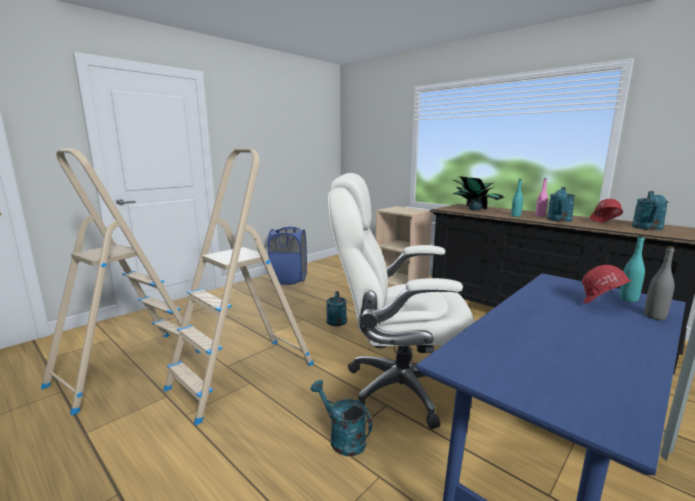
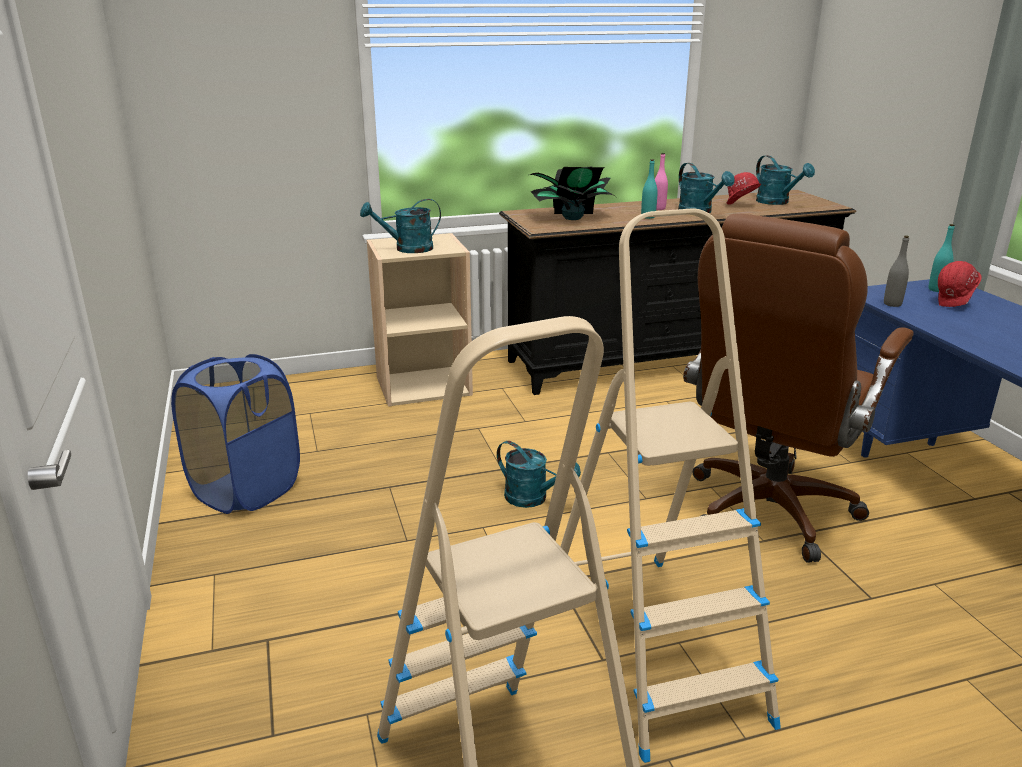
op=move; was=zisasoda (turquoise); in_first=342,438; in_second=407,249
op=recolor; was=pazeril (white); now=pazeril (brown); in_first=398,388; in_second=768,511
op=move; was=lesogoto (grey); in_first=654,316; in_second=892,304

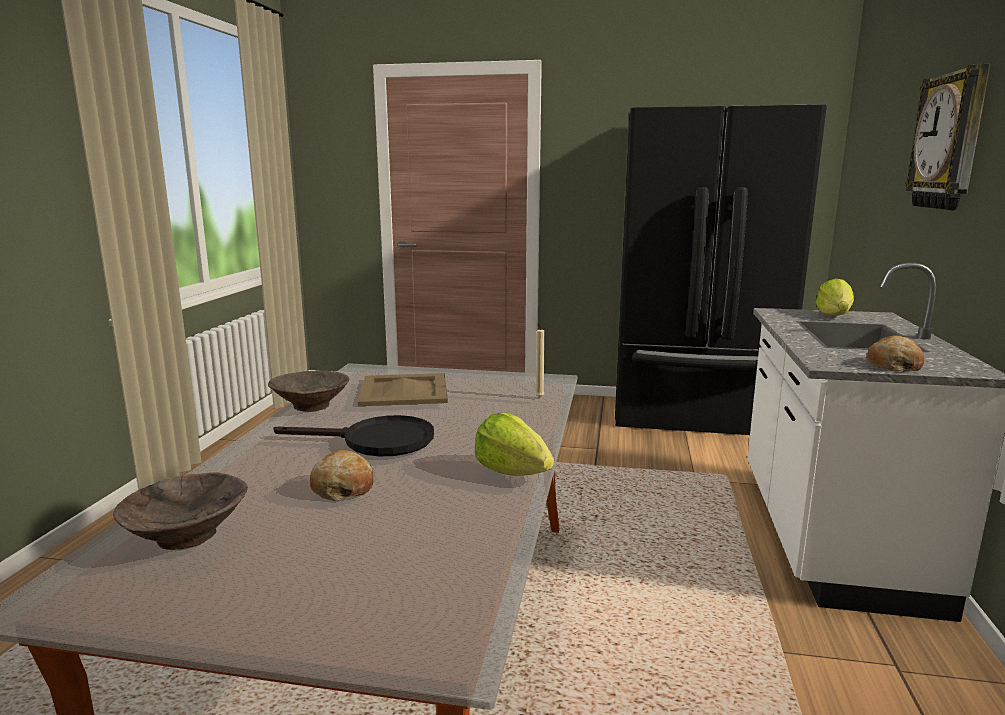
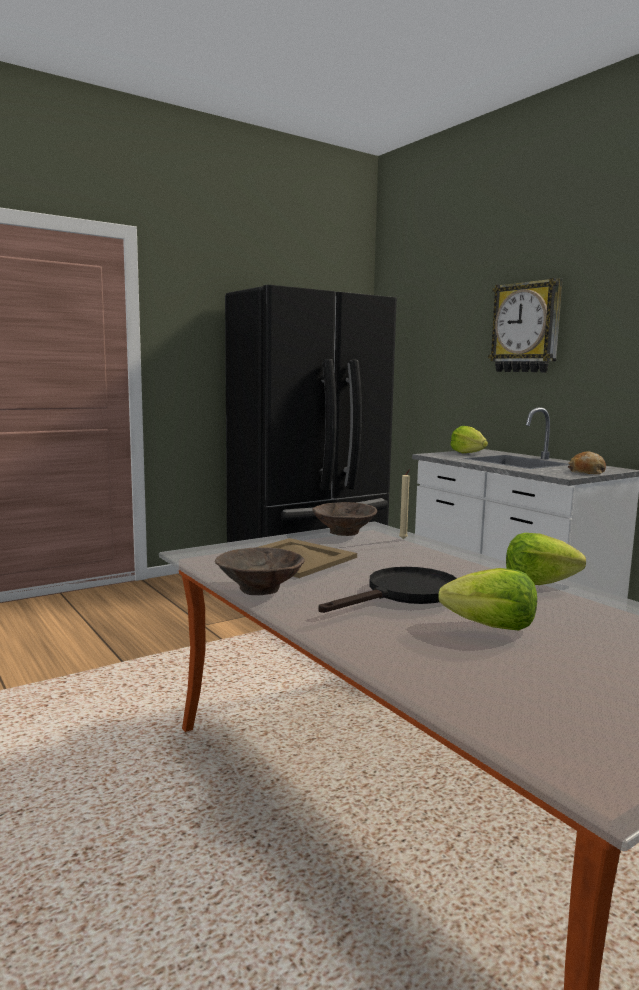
op=move; was=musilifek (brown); in_first=188,535; in_second=344,532
op=replace; was=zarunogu; now=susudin; in_first=342,487; in_second=491,626

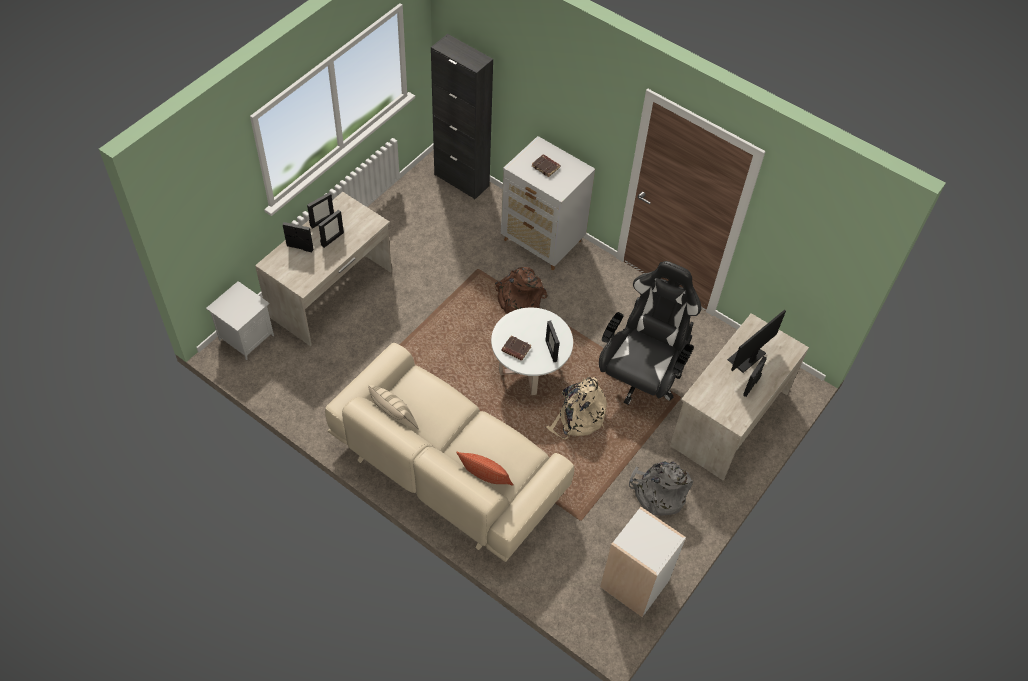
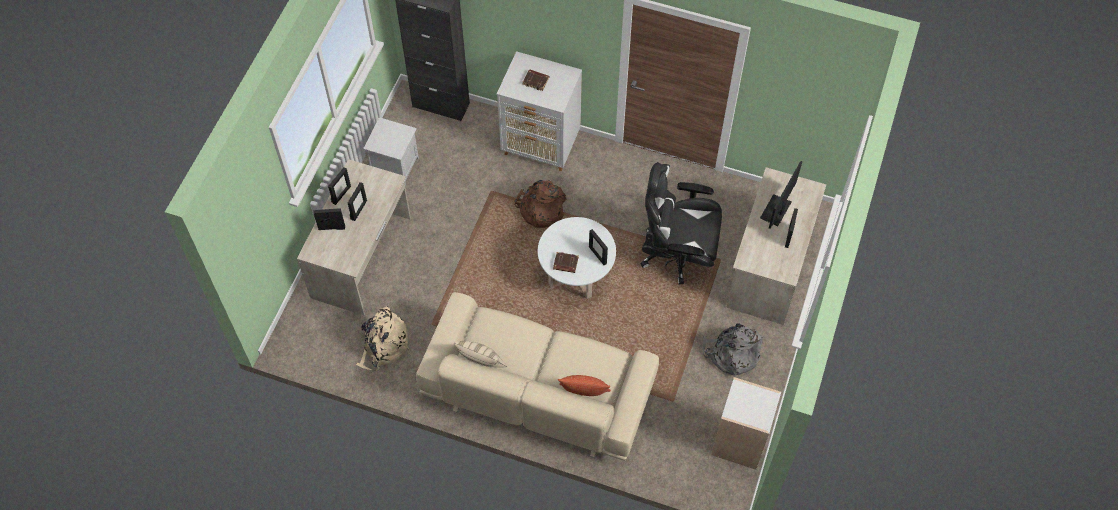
op=move; was=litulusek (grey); in_first=246,336; in_second=395,166
op=move; was=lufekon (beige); in_first=577,417; in_second=383,346
op=rotate; was=pazeril (black); in_first=640,379; in_second=679,253; clockwise=-90

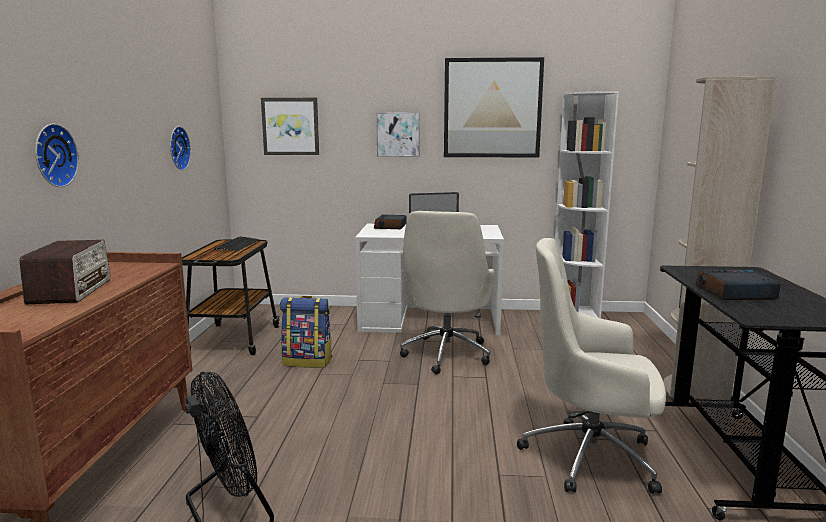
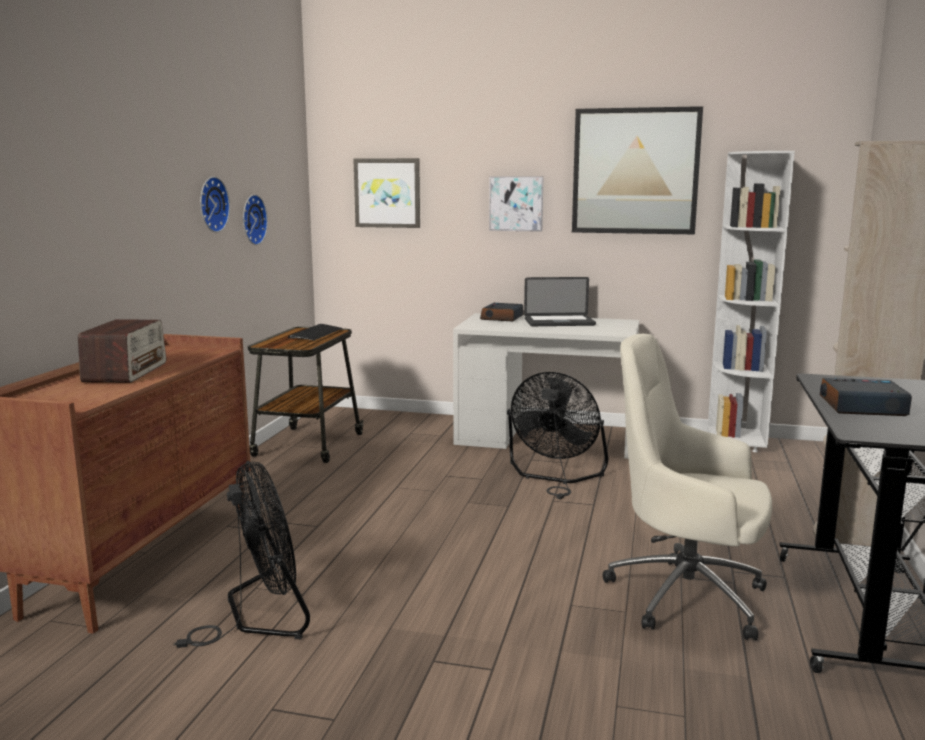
op=move; was=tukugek; in_first=52,155; in_second=211,204
op=delete; was=lufekon; in_first=308,361
op=replace; was=pazeril (beige); now=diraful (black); in_first=446,354; in_second=553,476

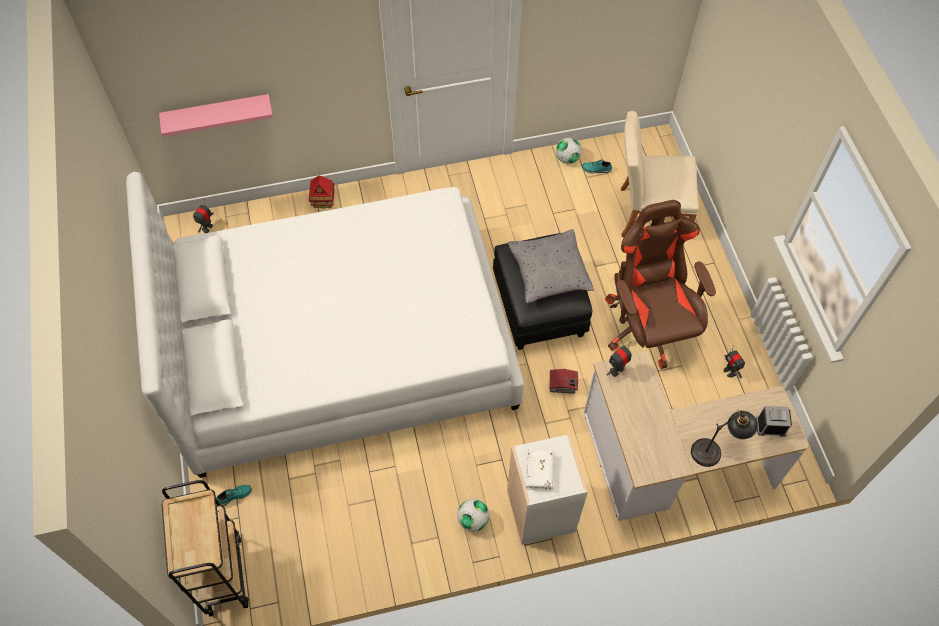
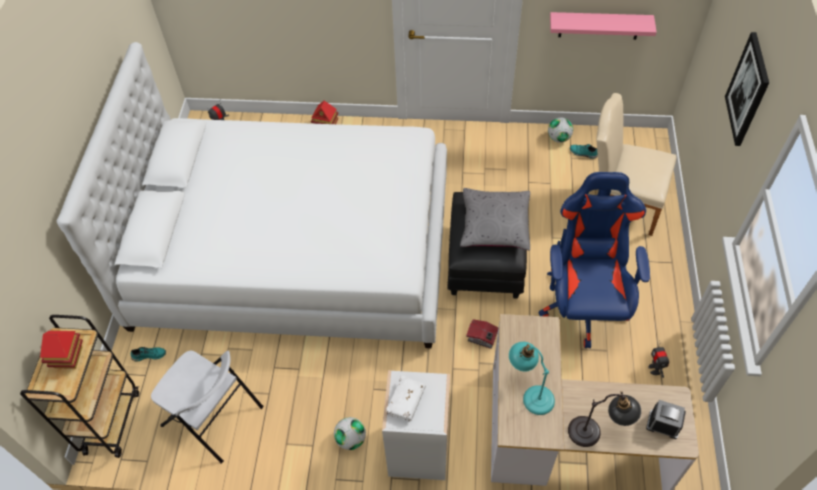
op=move; was=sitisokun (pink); in_first=217,114; in_second=599,25
op=recolor; was=pazeril (brown); now=pazeril (blue); in_first=648,332; in_second=583,311
op=delete; was=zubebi; in_first=617,370
op=insert; now=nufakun; in_second=68,357
op=insert; now=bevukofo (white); in_second=212,416
op=insert; now=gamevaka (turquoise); in_second=529,389
op=insert; now=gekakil; in_second=748,90

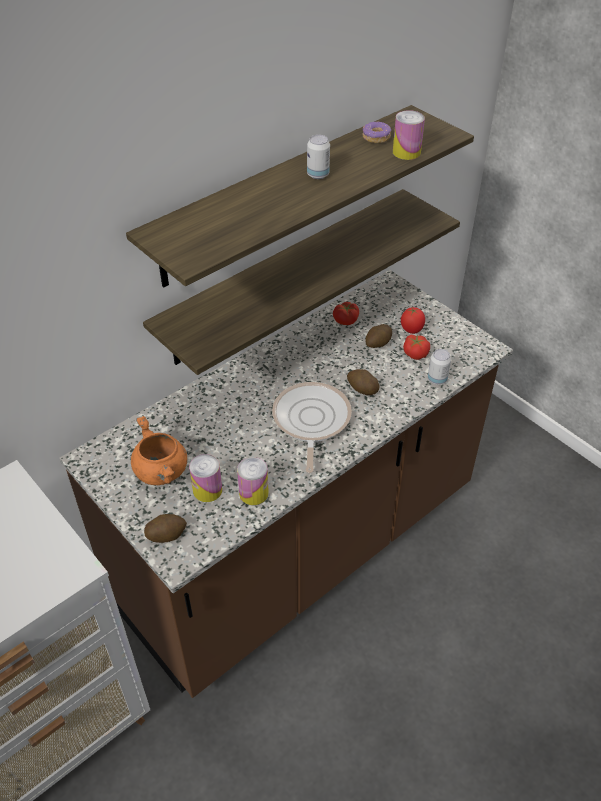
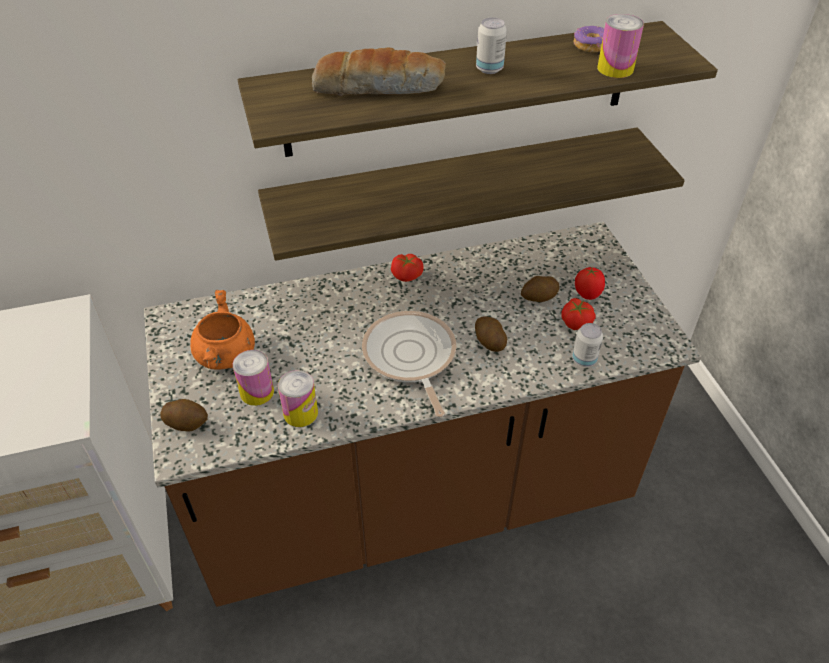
op=rotate; was=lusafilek; in_first=310,421; in_second=410,357; clockwise=-45
op=move; was=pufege; in_first=346,320; in_second=407,276
op=insert; now=zarunogu; in_second=379,87

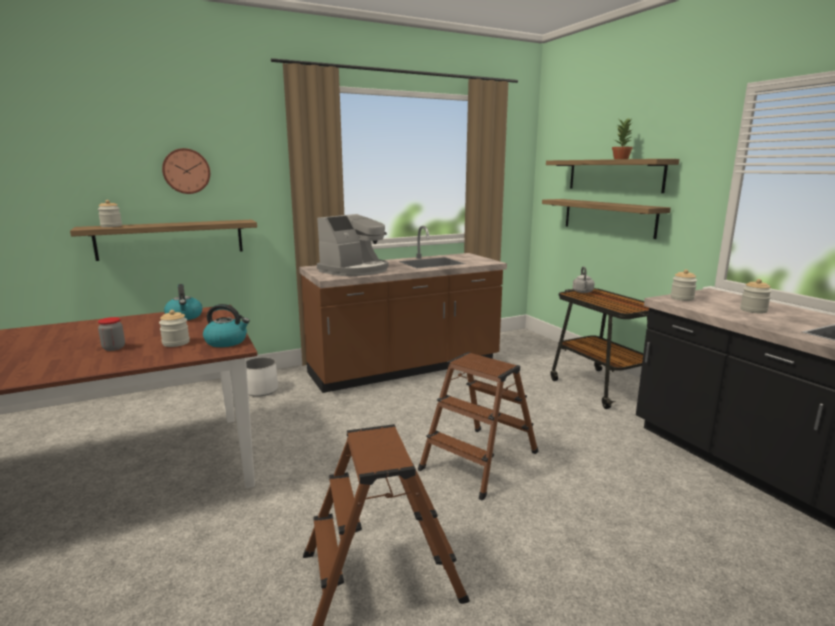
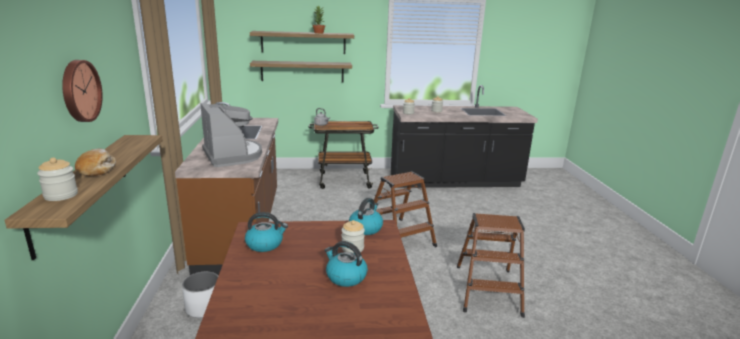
op=replace; was=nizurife; now=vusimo; in_first=114,348; in_second=345,277
op=insert; now=zarunogu; in_second=97,169

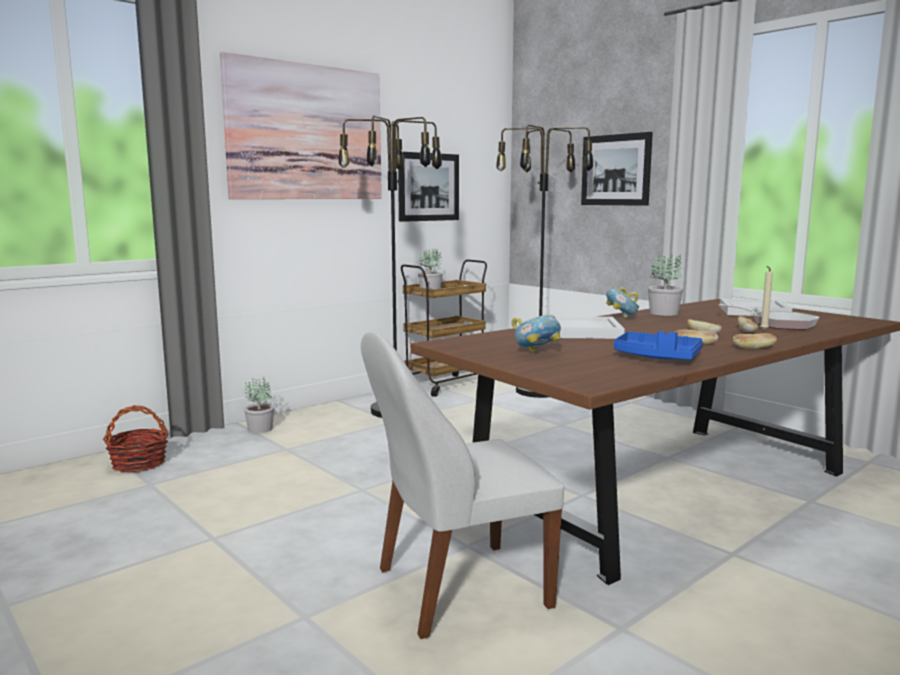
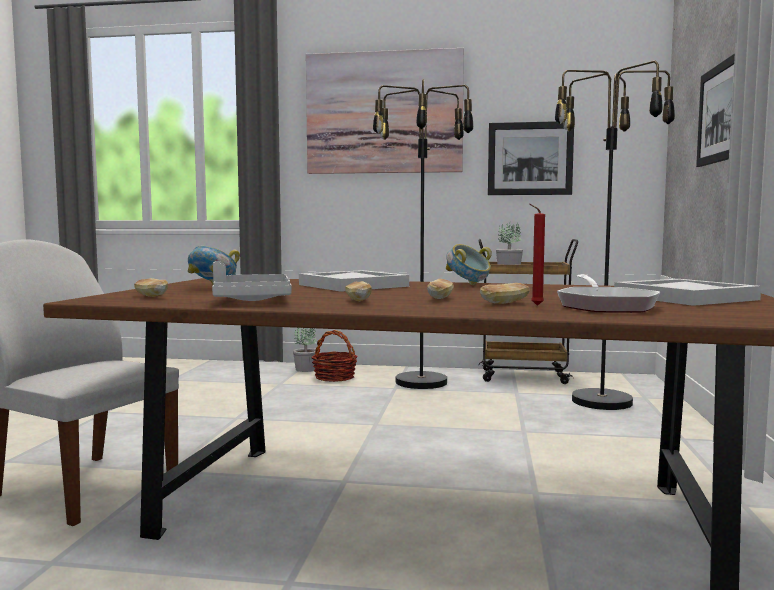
op=move; was=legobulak; in_first=139,463; in_second=334,377
op=recolor; was=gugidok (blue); now=gugidok (grey); in_first=657,357; in_second=252,300
op=delete; was=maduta; in_first=664,313
op=move; was=zarunogu; in_first=753,348; in_second=151,296
op=recolor; was=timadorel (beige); now=timadorel (red); in_first=763,330; in_second=535,305

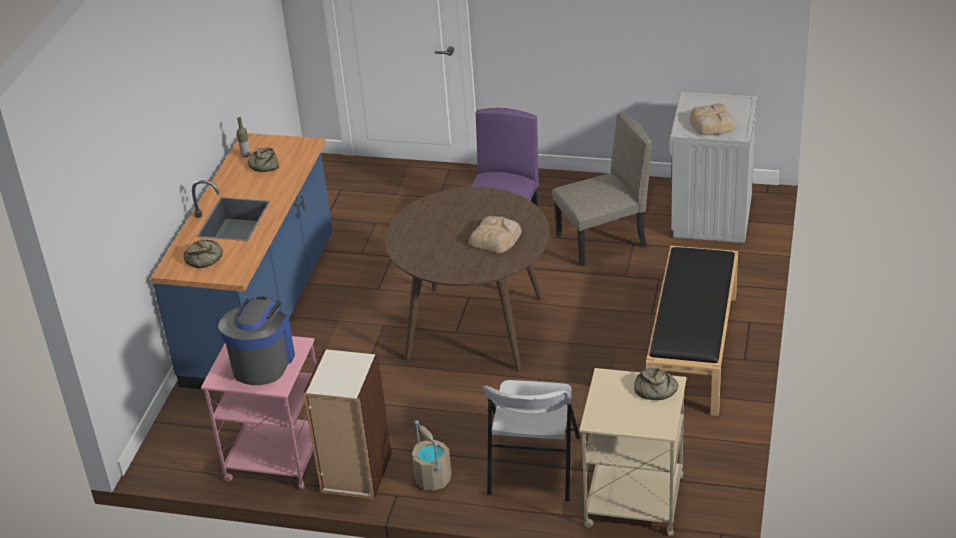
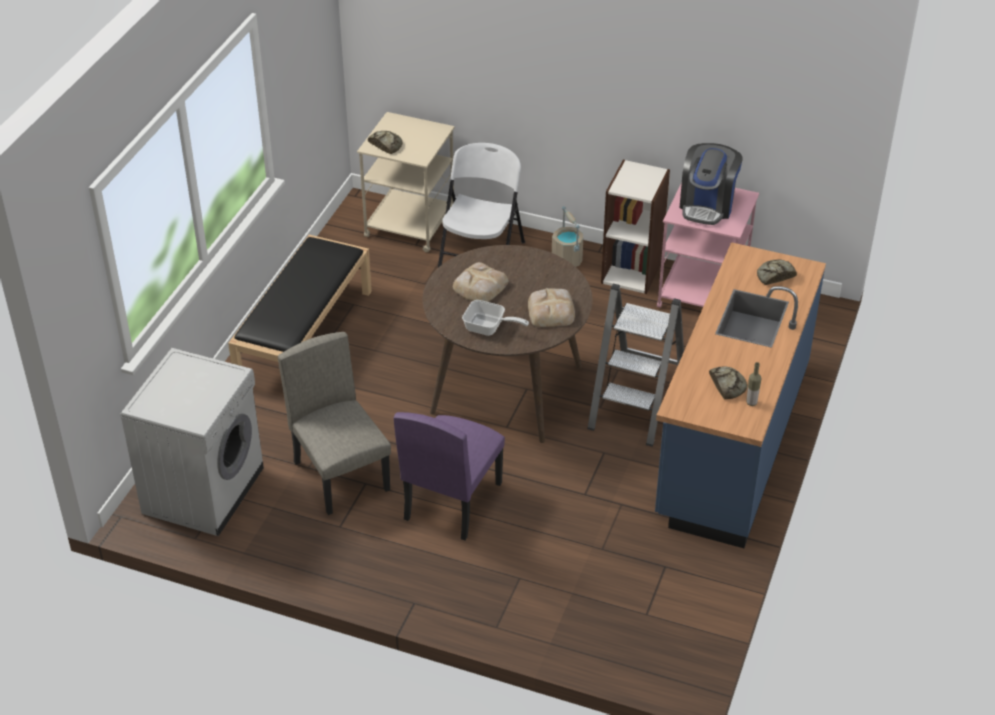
op=rotate; was=bevukofo (beige); in_first=601,241; in_second=342,476; clockwise=75
op=move; was=zarunogu; in_first=712,124; in_second=551,311
op=insert; now=lusafilek; in_second=489,328
op=insert; now=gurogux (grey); in_second=638,399

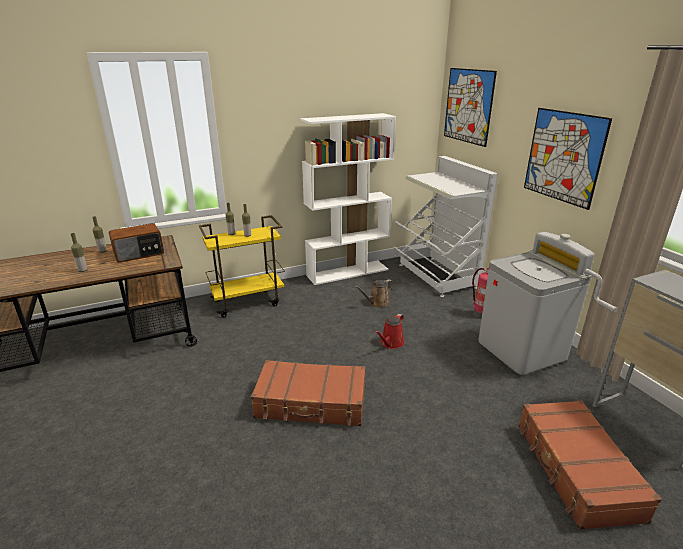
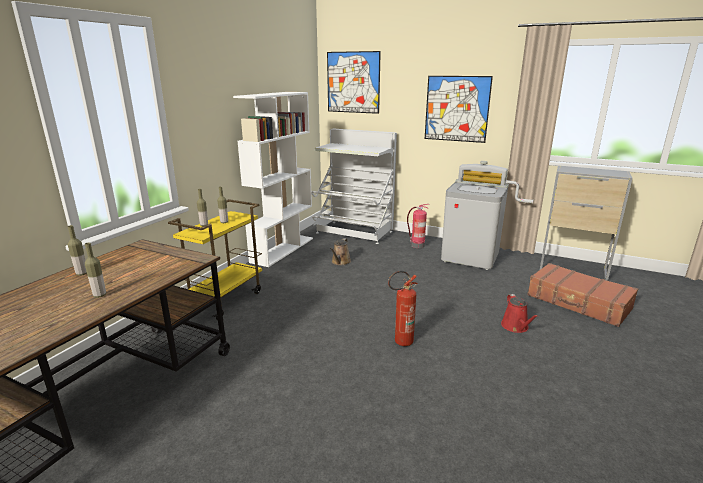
op=delete; was=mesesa; in_first=139,254
op=replace; was=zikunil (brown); now=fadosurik; in_first=311,403; in_second=400,343
op=move; was=zisasoda (red); in_first=391,343; in_second=516,327

